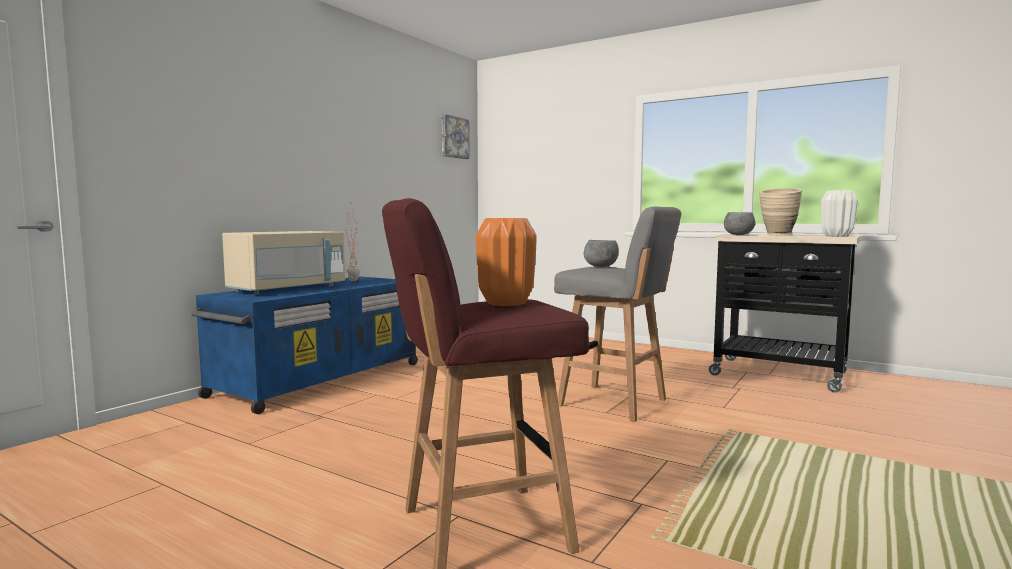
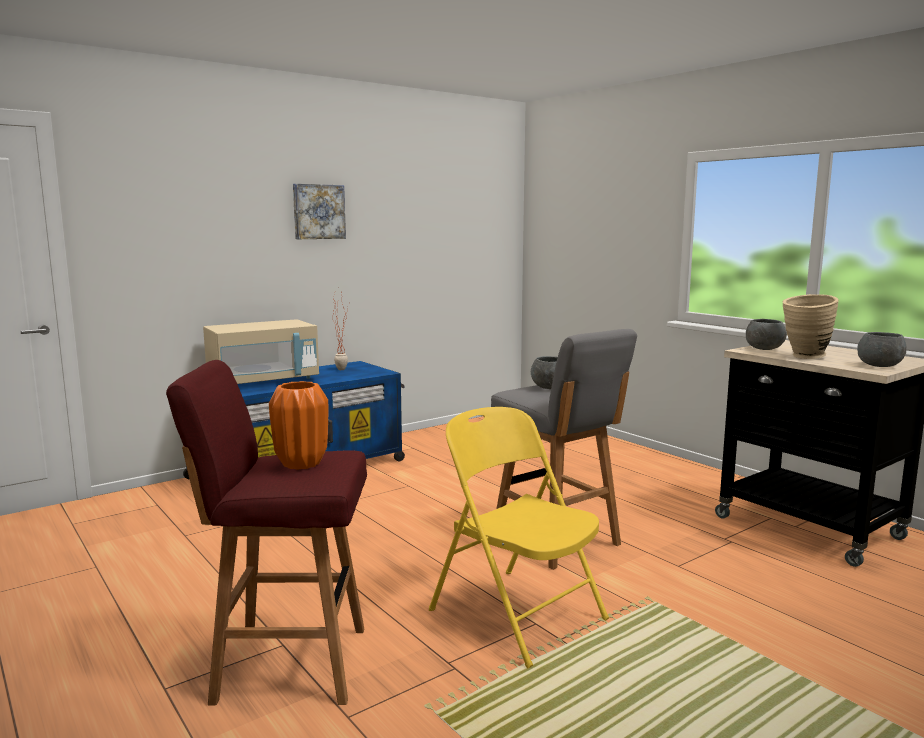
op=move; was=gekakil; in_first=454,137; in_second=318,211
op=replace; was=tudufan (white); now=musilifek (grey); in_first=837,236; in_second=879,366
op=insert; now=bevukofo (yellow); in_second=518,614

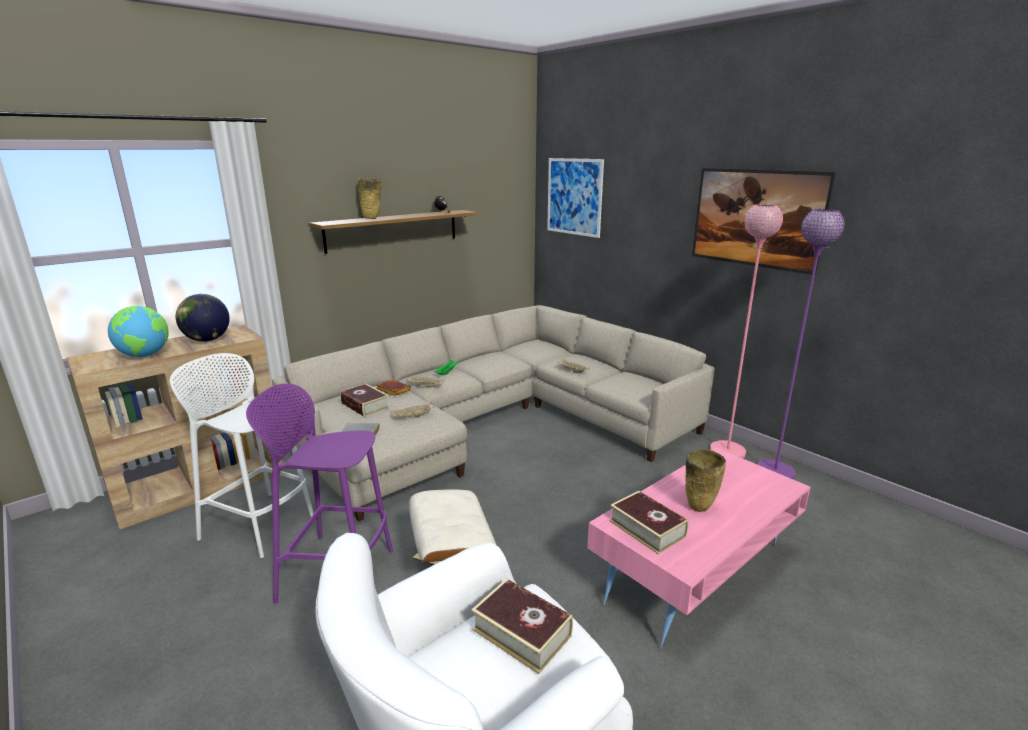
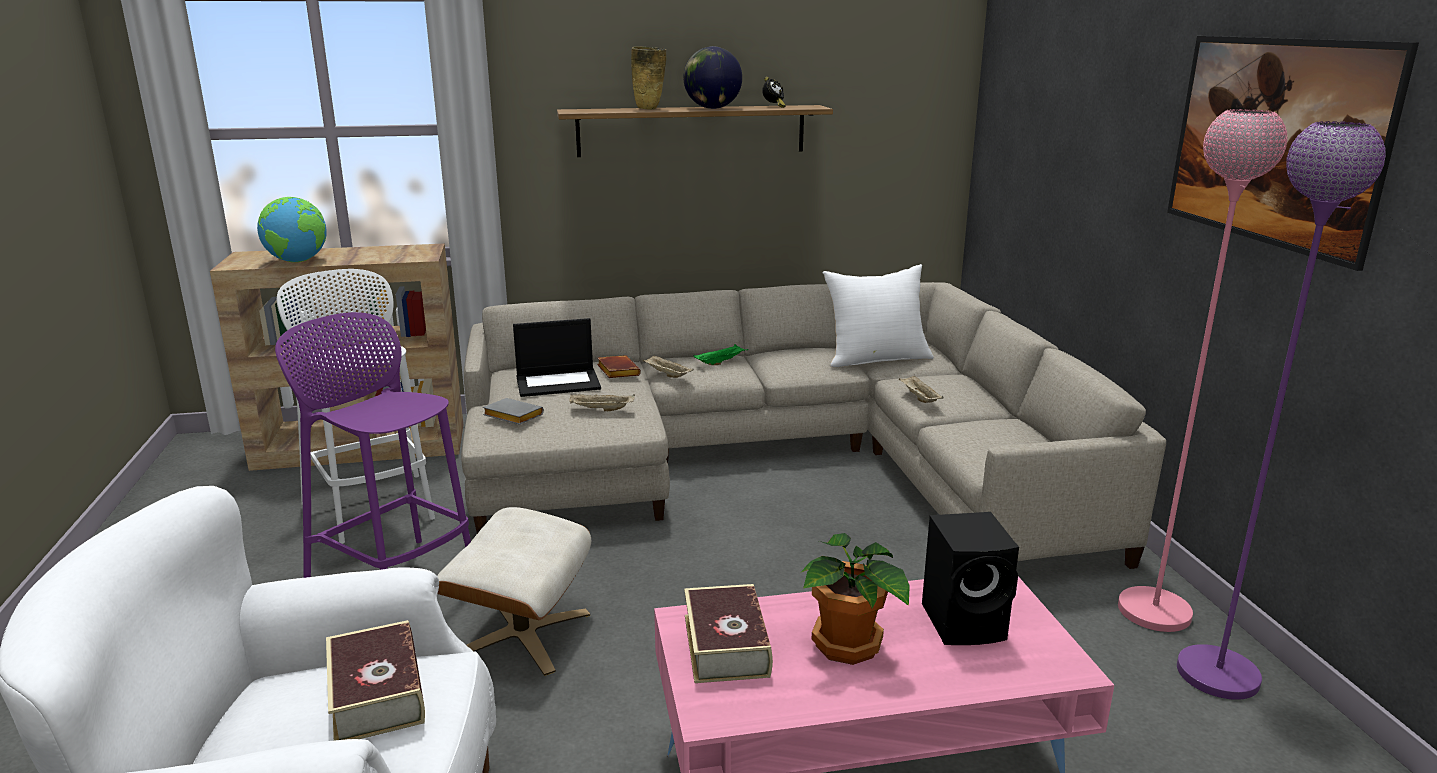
op=move; was=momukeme; in_first=207,340; in_second=712,108
op=replace; was=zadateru; now=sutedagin; in_first=365,405; in_second=559,382
op=delete; was=gekakil; in_first=574,197
op=replace; was=tudufan (beige); now=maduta; in_first=698,508; in_second=847,647
op=insert; now=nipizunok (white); in_second=876,358
op=insert; now=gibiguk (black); in_second=966,622

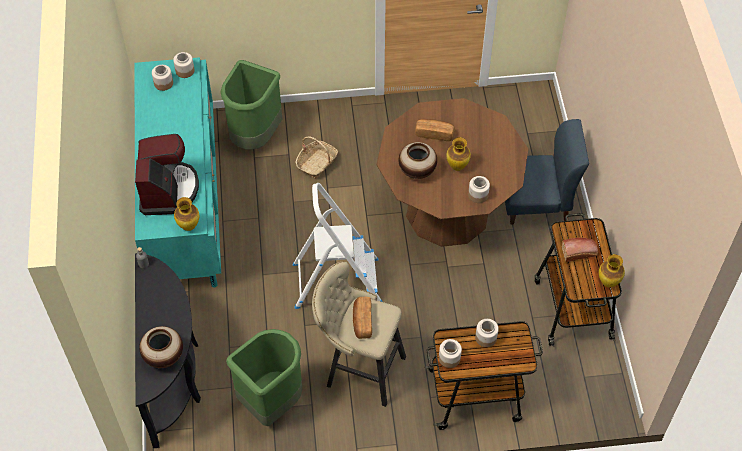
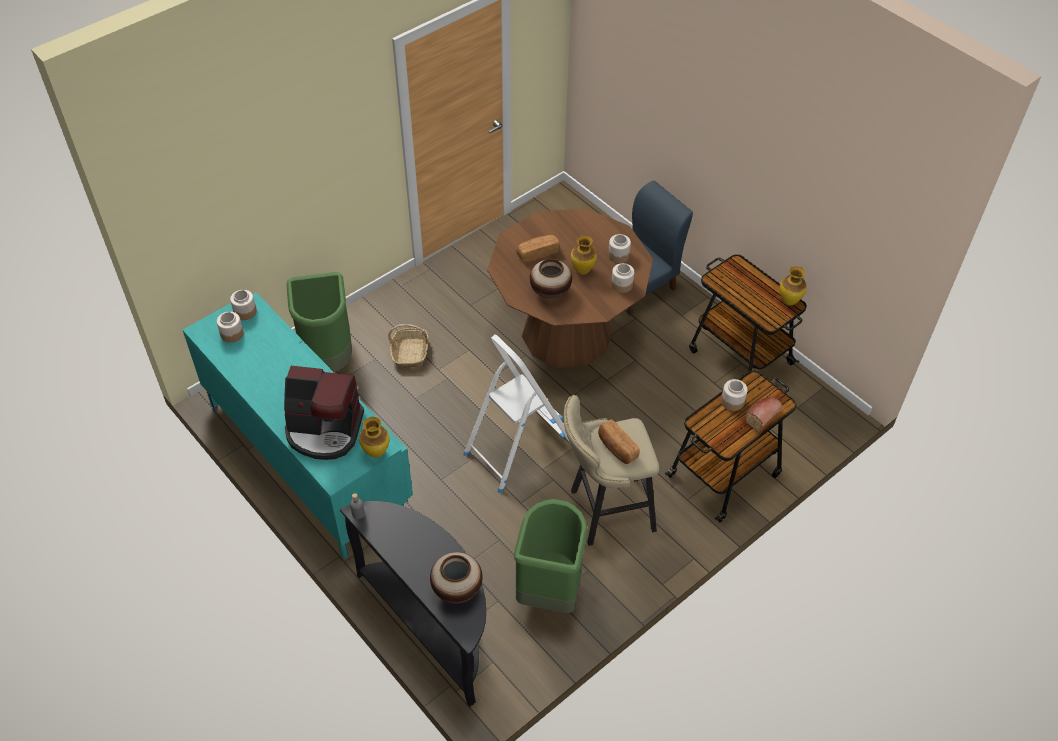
op=rotate; was=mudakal; in_first=168,190; in_second=324,430; clockwise=135
op=move; was=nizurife; in_first=449,358; in_second=618,255
op=move; was=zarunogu; in_first=579,252; in_second=763,416

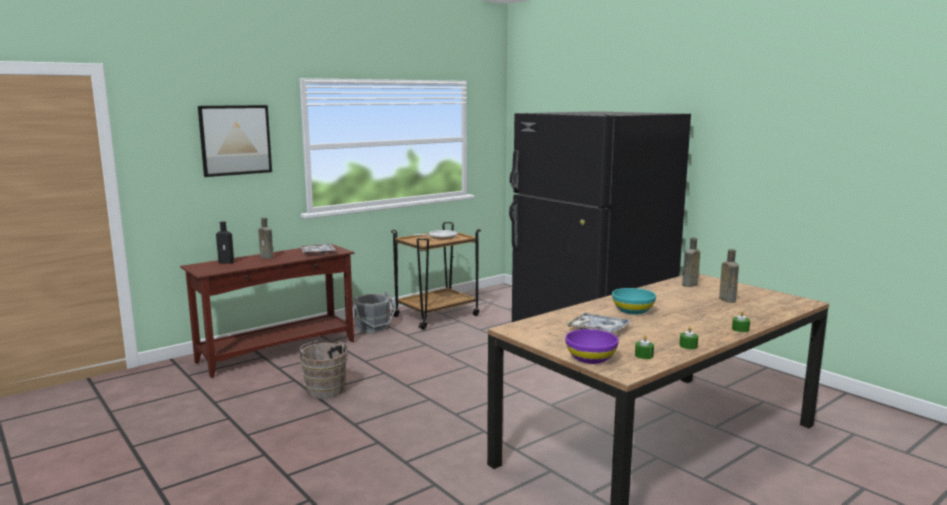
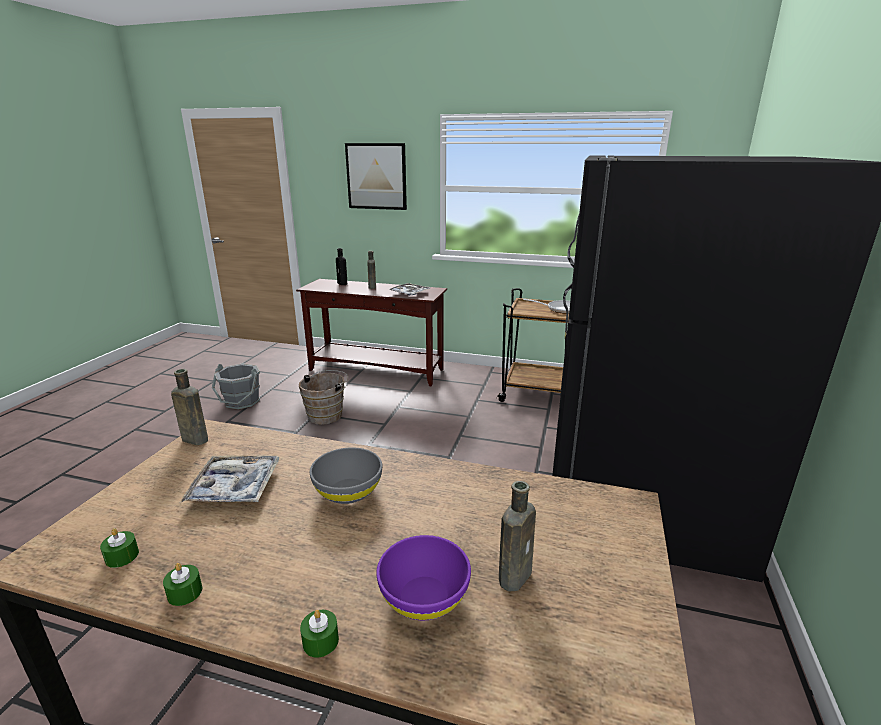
op=move; was=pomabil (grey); in_first=372,327; in_second=241,401
op=move; was=musilifek (purple); in_first=591,359; in_second=423,597
op=recolor; was=musilifek (turquoise); now=musilifek (grey); in_first=632,311; in_second=348,491
op=move; was=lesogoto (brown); in_first=689,285; in_second=193,439

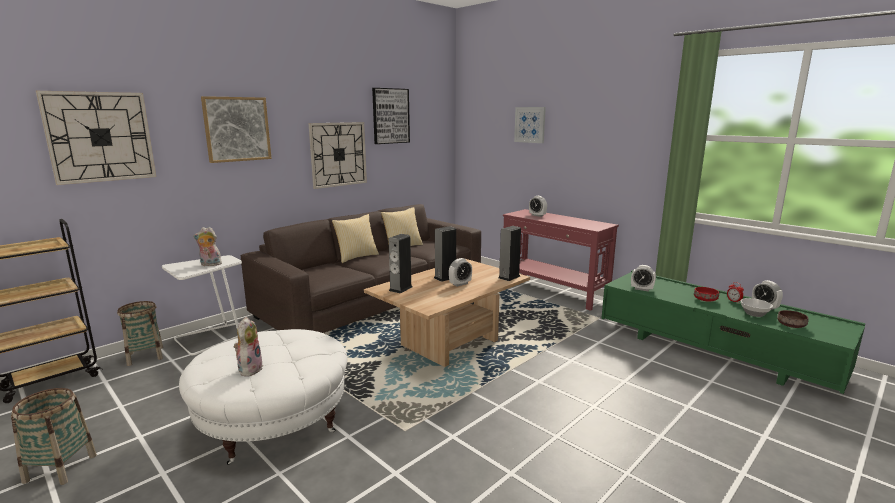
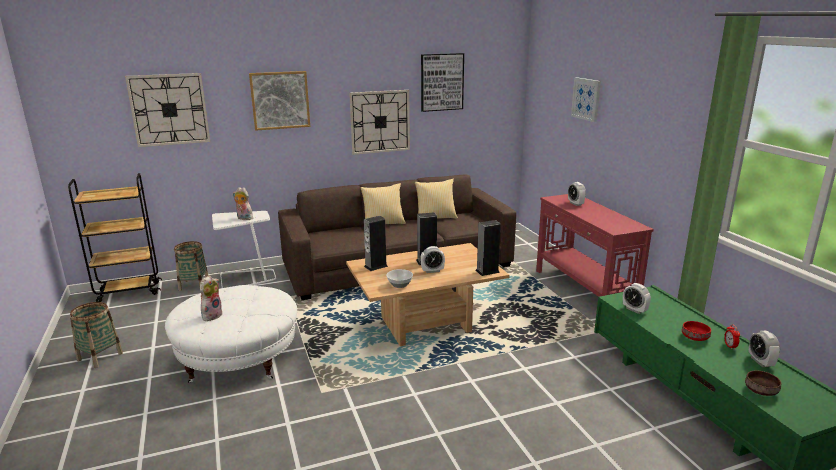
op=move; was=musilifek; in_first=754,314; in_second=399,284

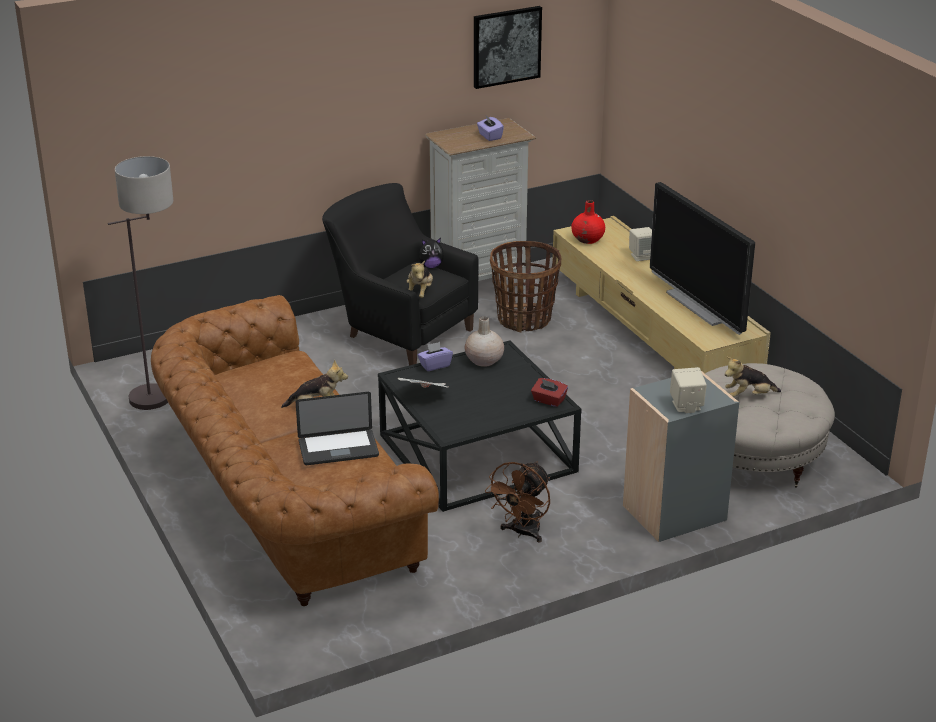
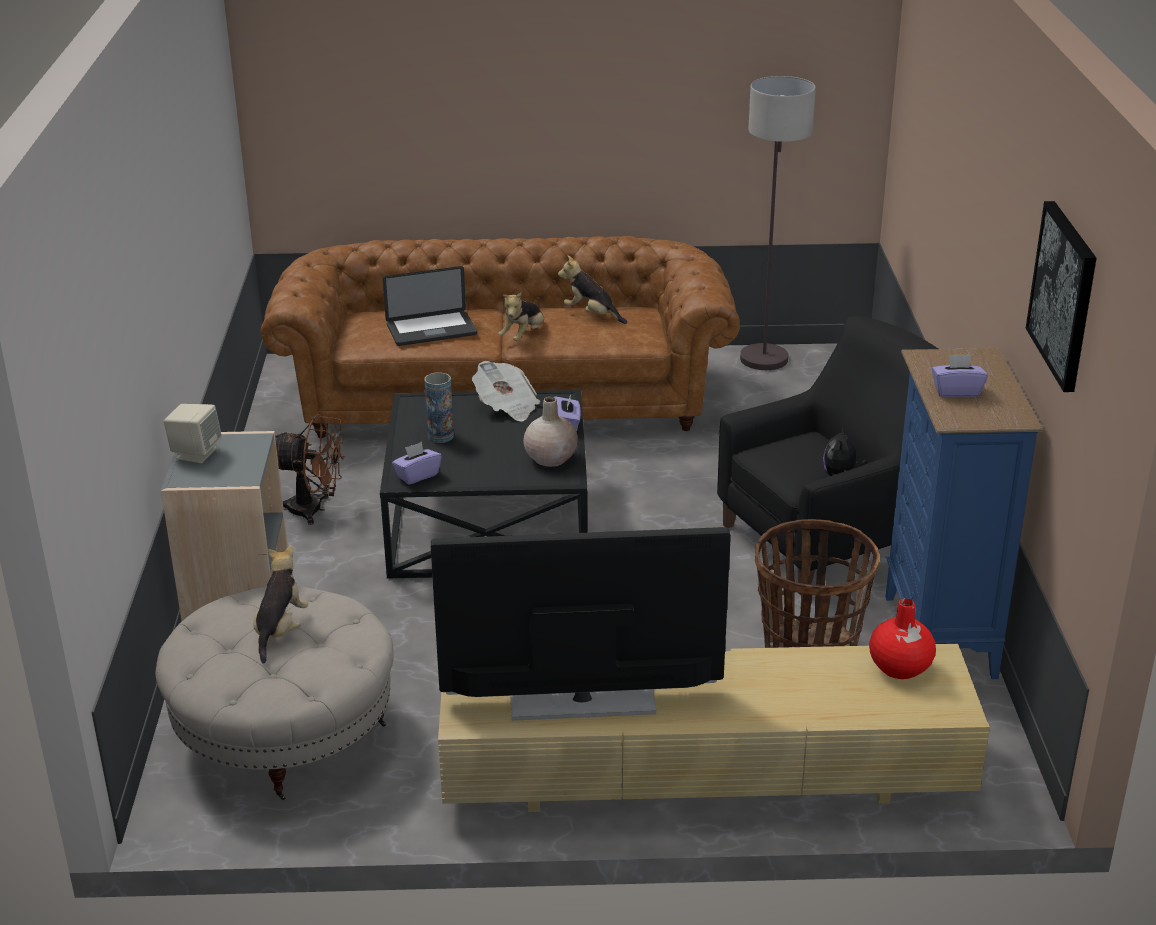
op=rotate; was=sutedagin; in_first=338,449; in_second=431,330; clockwise=-120
op=move; was=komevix; in_first=420,293; in_second=592,314
op=recolor; was=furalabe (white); now=furalabe (blue); in_first=480,288; in_second=937,638
op=rotate; was=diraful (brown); in_first=522,533; in_second=314,510; clockwise=135
op=recolor; was=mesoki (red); now=mesoki (purple); in_first=548,401; in_second=417,475
op=delete; was=gibiguk (beige); in_first=642,256
op=insert; now=tudufan; in_second=440,436

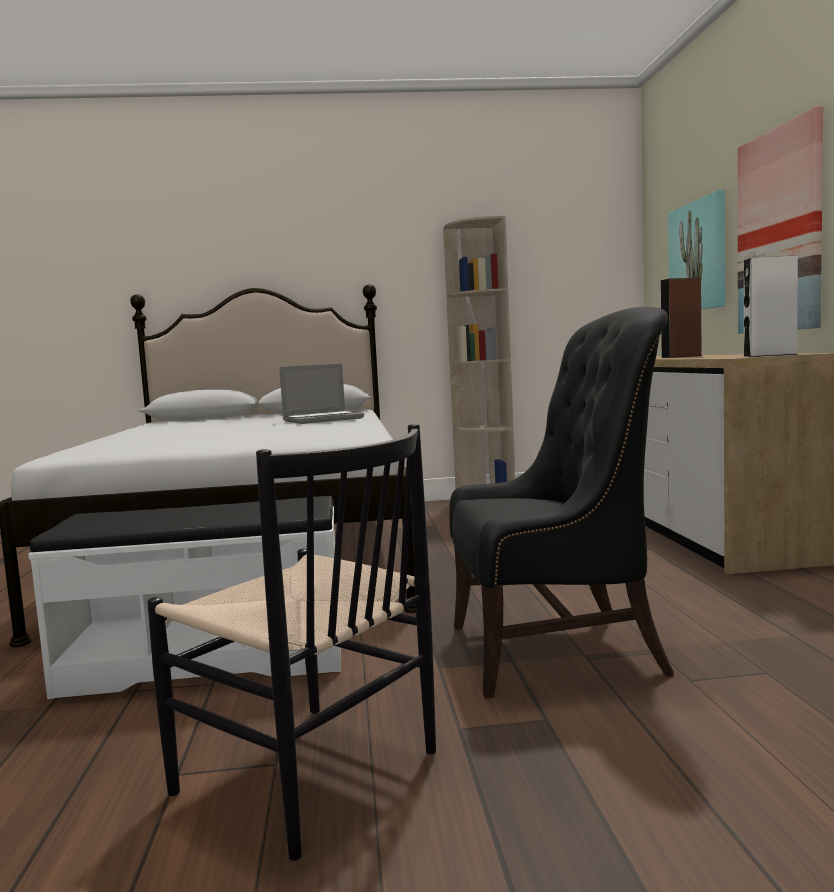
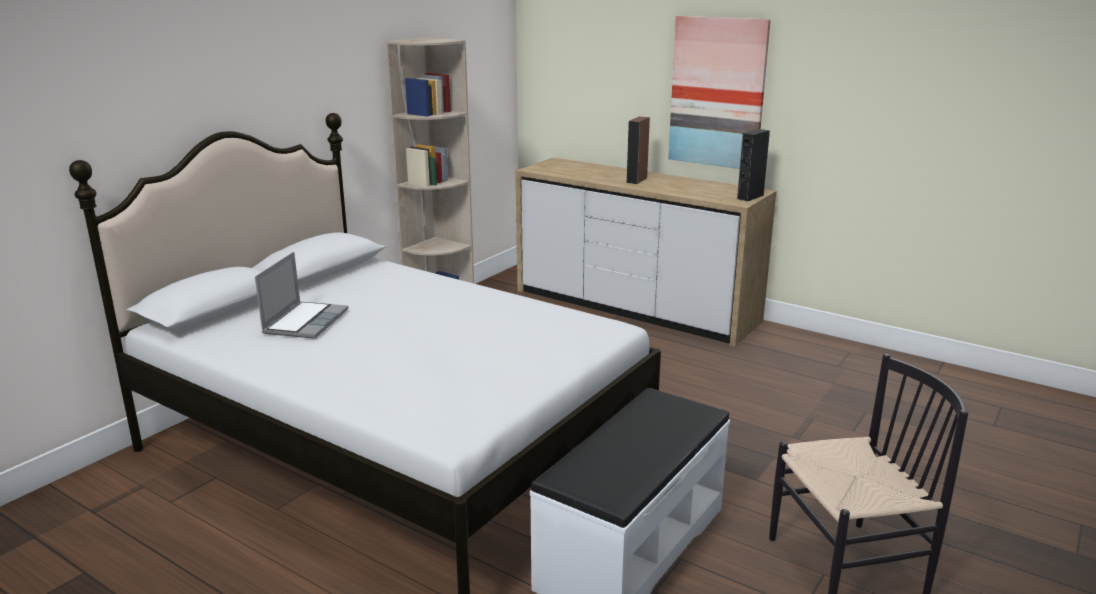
op=move; was=sutedagin; in_first=323,419; in_second=305,321
op=delete; was=bevukofo (black); in_first=558,649
op=delete; was=gekakil; in_first=697,256
op=recolor; was=gibiguk (white); now=gibiguk (black); in_first=770,355; in_second=750,197

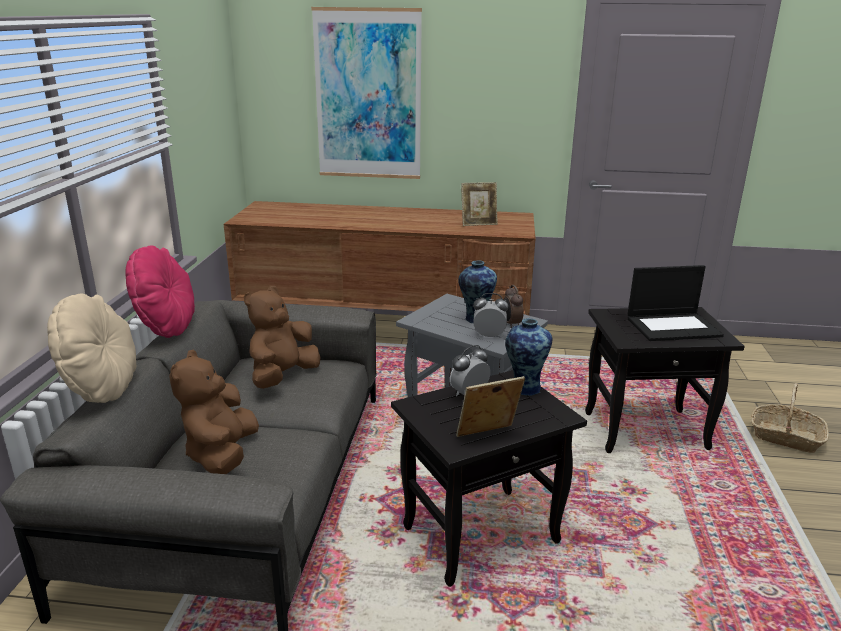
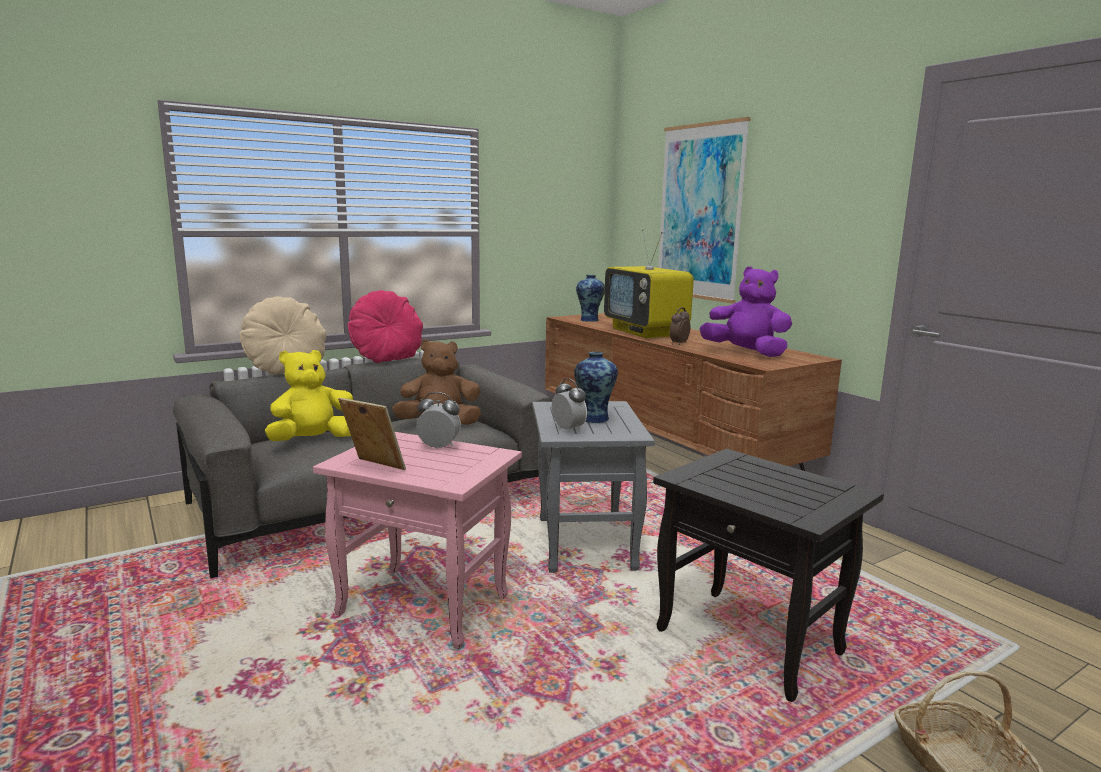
op=recolor; was=komevix (brown); now=komevix (yellow); in_first=222,454; in_second=312,440
op=recolor; was=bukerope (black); now=bukerope (pink); in_first=481,533; in_second=427,606
op=replace; was=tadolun; now=komevix (purple); in_first=478,223; in_second=746,353
op=move; was=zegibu; in_first=511,324; in_second=678,344
op=move; was=tudufan; in_first=525,387; in_second=589,320
op=delete; was=sutedagin; in_first=673,326
op=insert; now=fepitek; in_second=646,332

